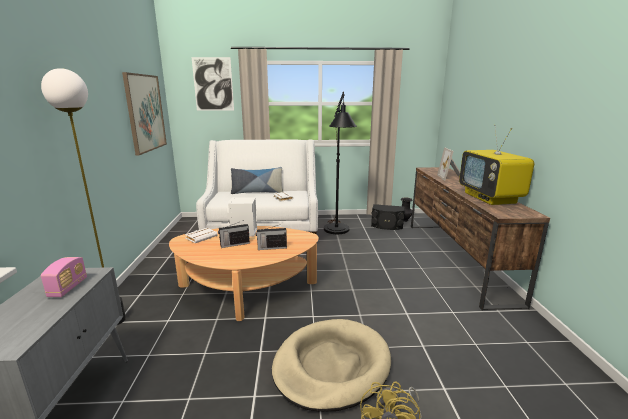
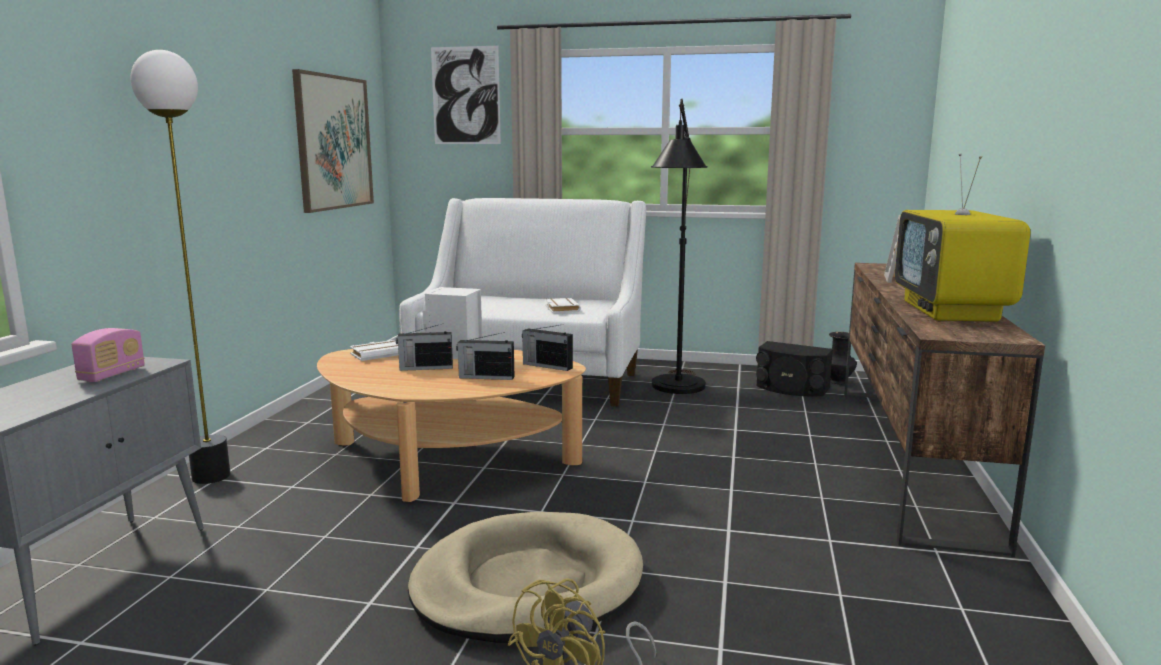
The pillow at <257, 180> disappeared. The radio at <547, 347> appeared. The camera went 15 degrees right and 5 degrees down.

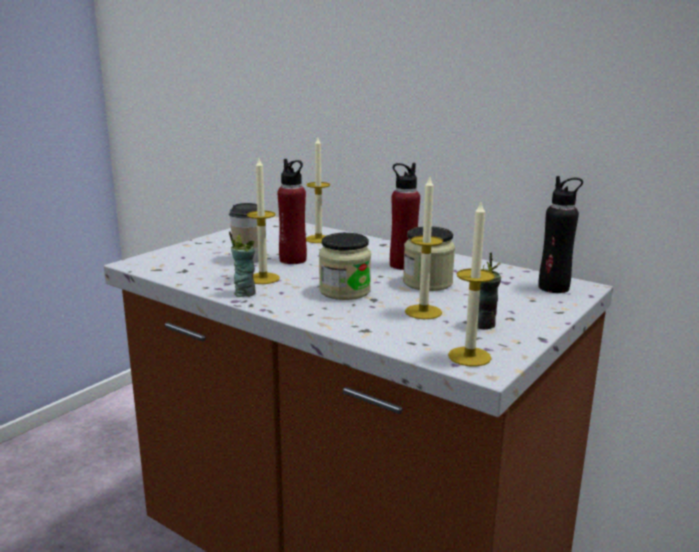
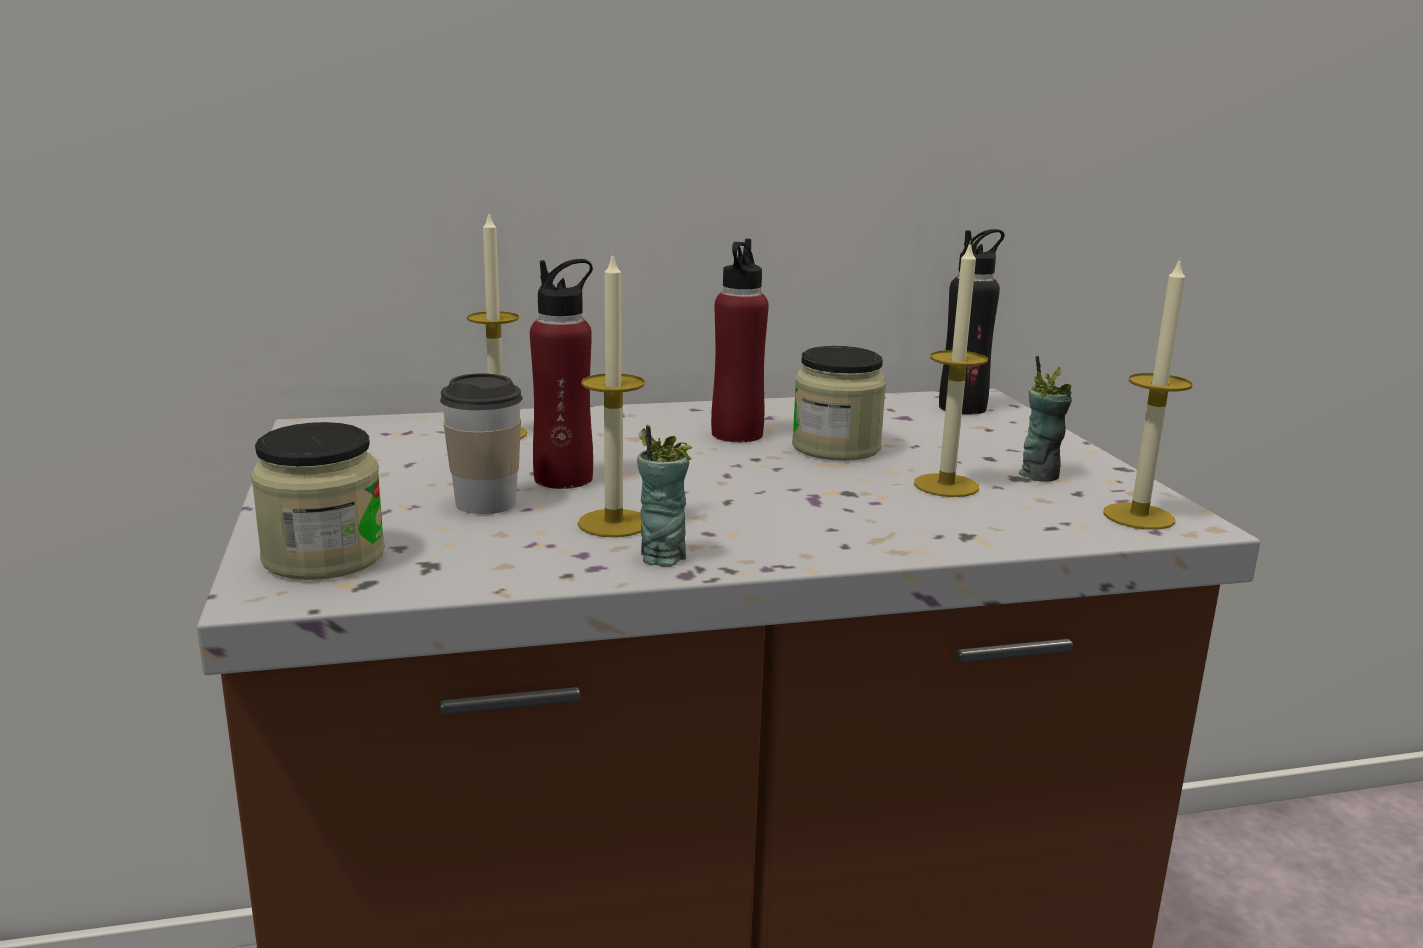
The jar moved from <345, 266> to <318, 501>. The camera went 50 degrees left and 0 degrees up.

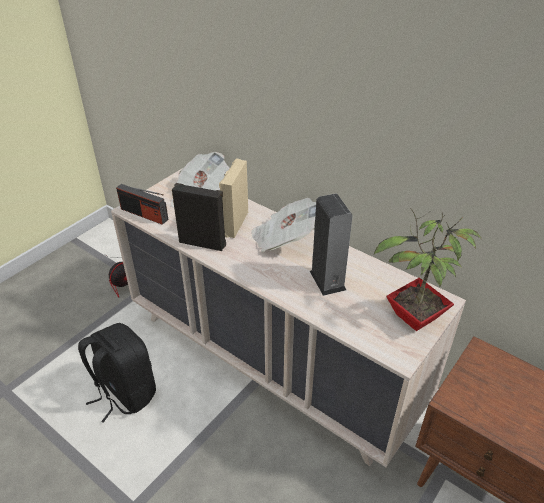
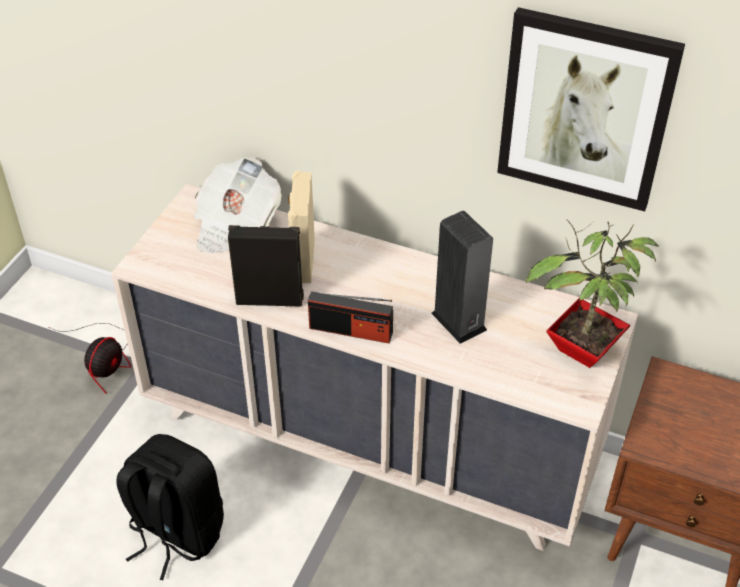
The radio moved from <142, 204> to <350, 317>. The newspaper at <283, 225> disappeared. The picture at <591, 109> appeared. The camera went 15 degrees left and 5 degrees up.

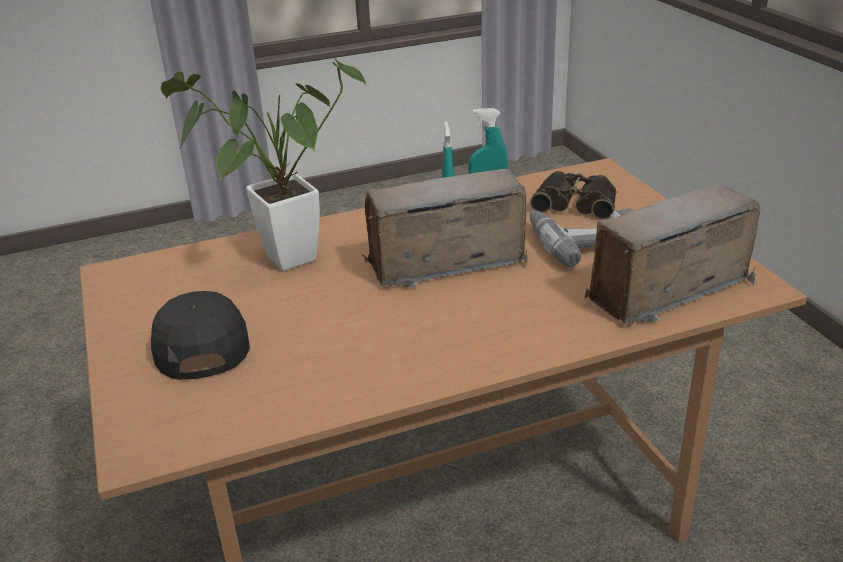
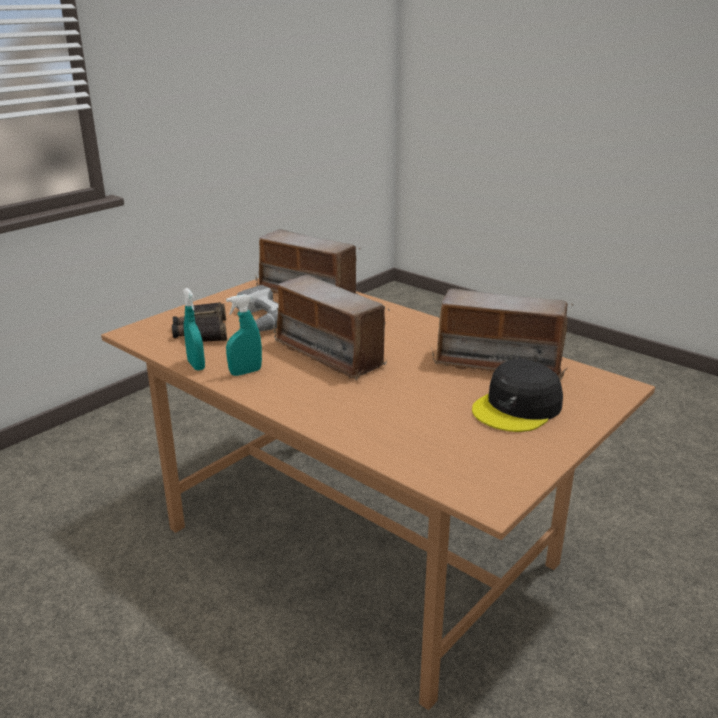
The potted_plant at <264, 164> disappeared. The radio at <502, 334> appeared. The camera went 120 degrees left and 5 degrees down.

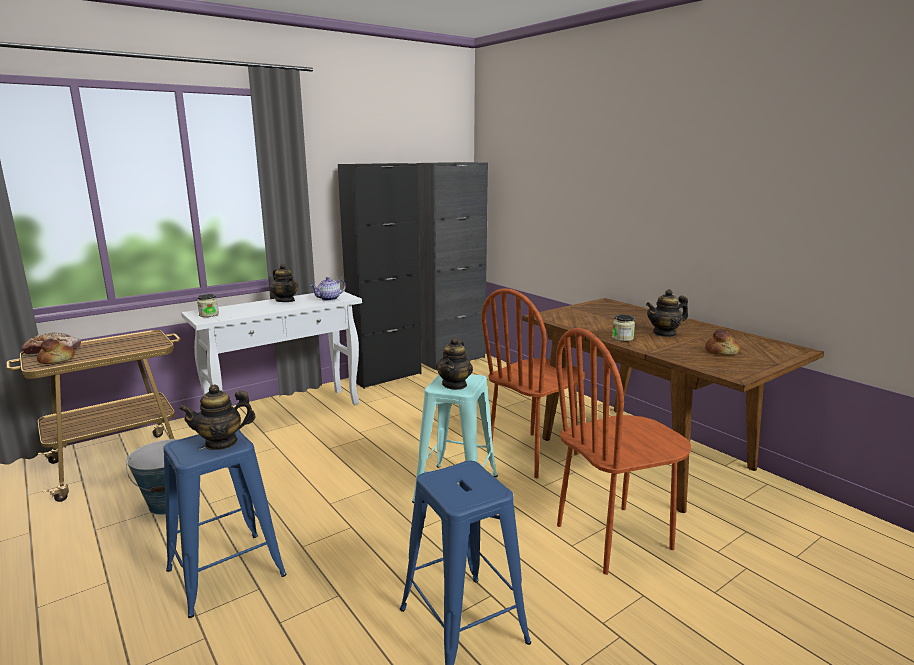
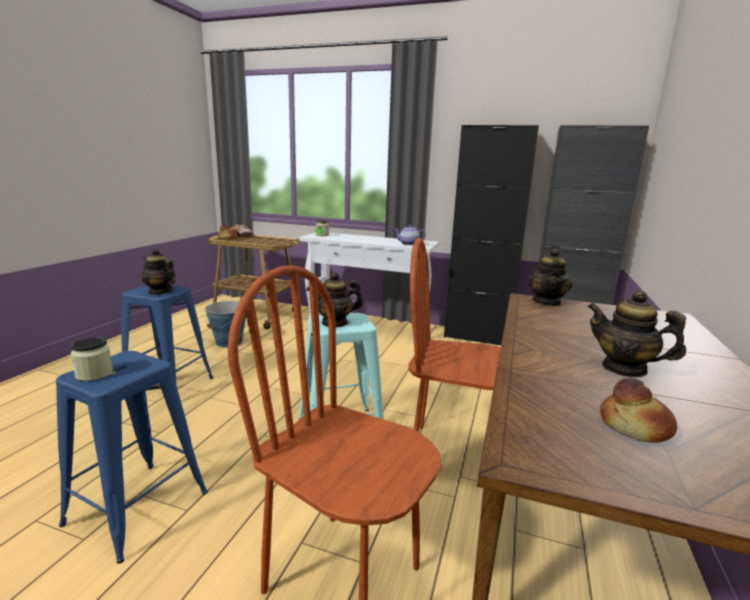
The teapot moved from <284, 283> to <550, 277>. The jar moved from <623, 327> to <92, 359>. The camera went 55 degrees right and 0 degrees up.

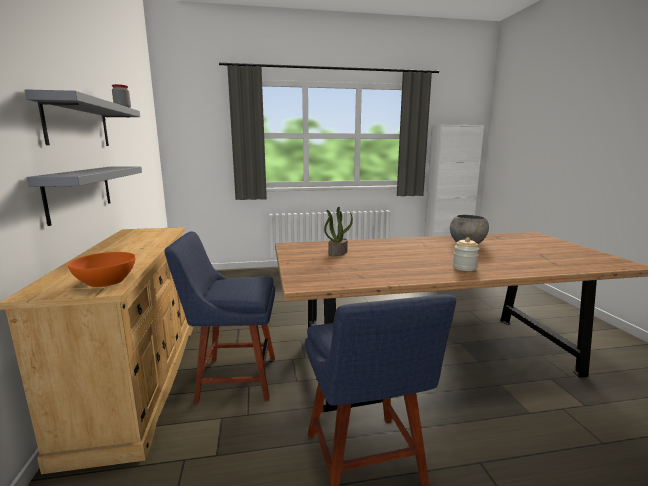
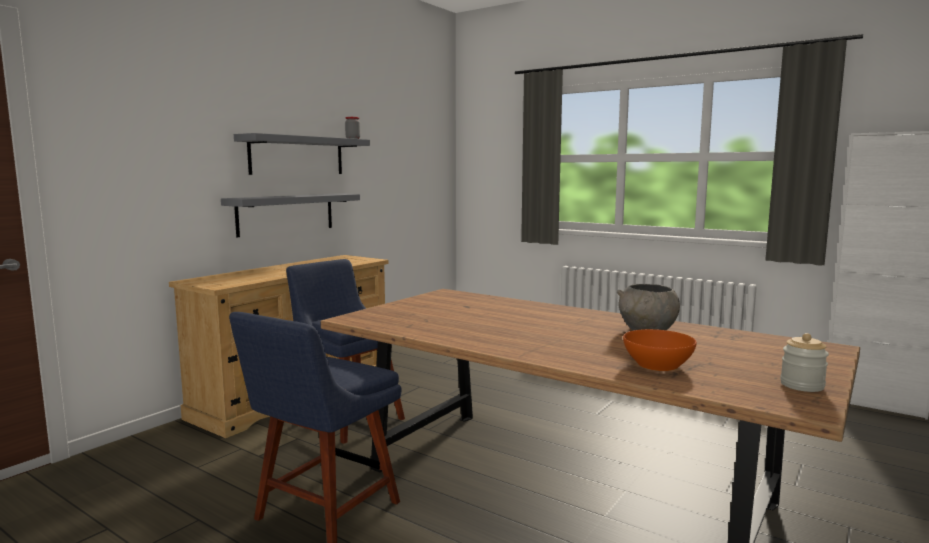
The potted_plant at <338, 231> disappeared. The jar moved from <466, 254> to <804, 362>. The orange_bowl moved from <102, 269> to <660, 350>. The camera went 45 degrees right and 5 degrees down.

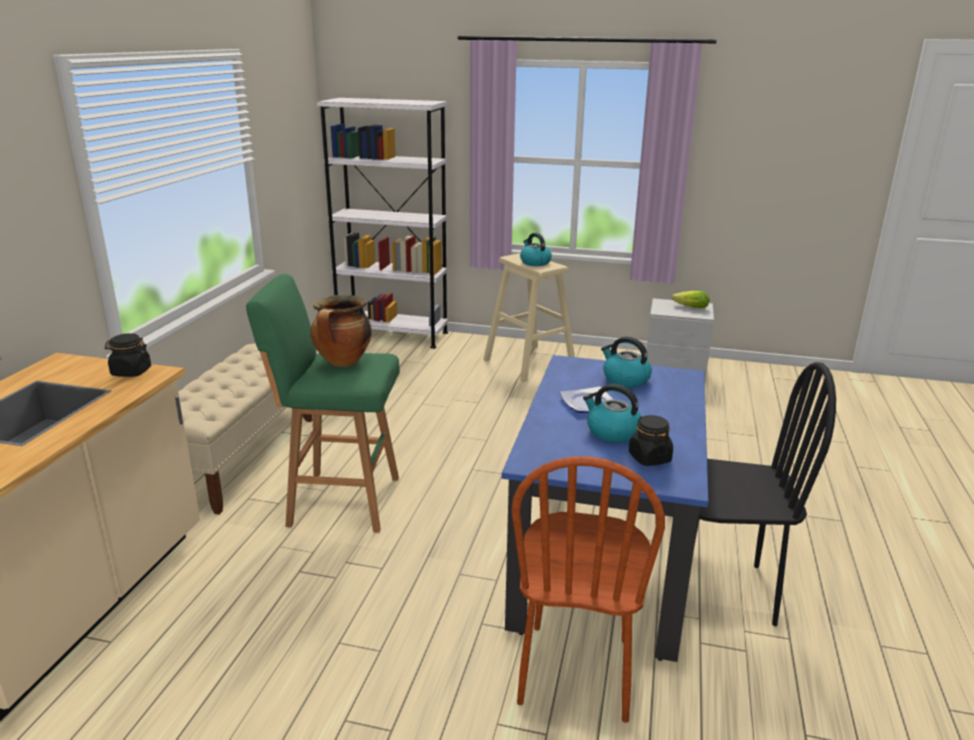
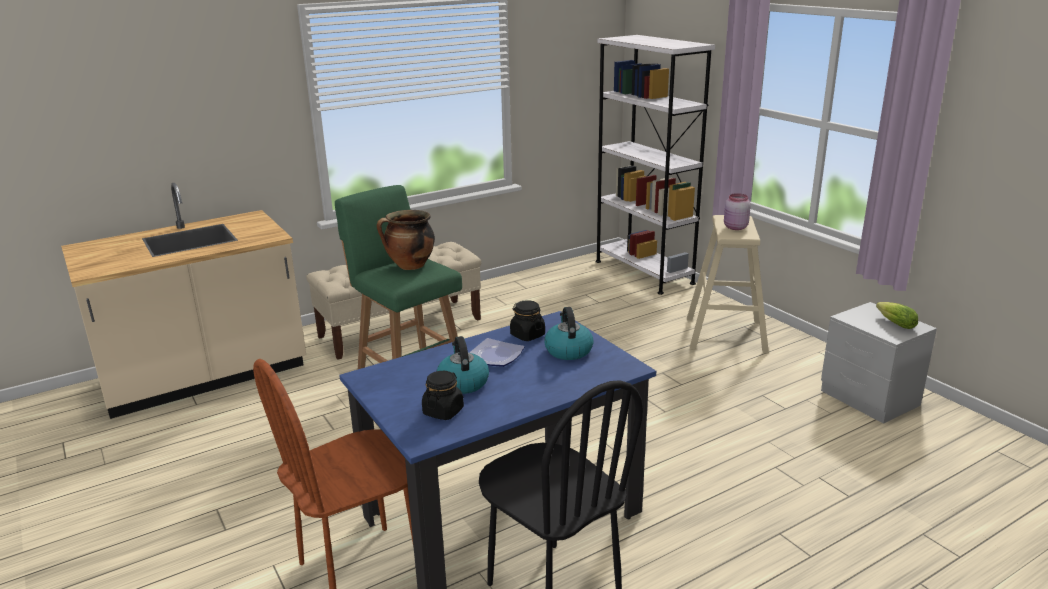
The kettle at <536, 249> was replaced by the pink_jar at <737, 211>. The black_jar moved from <128, 355> to <527, 320>. The camera went 45 degrees right and 0 degrees up.

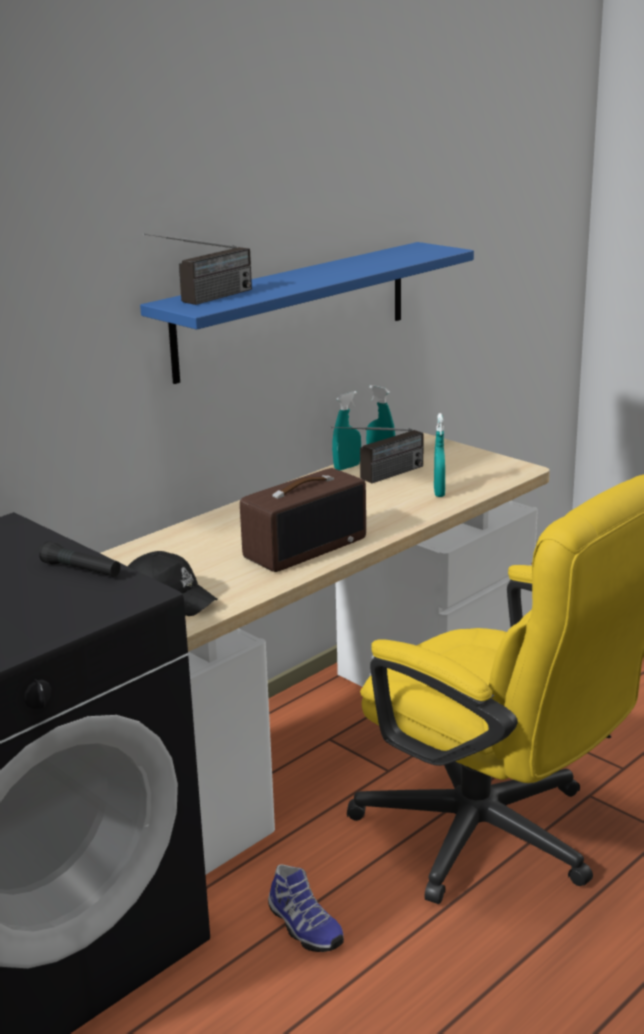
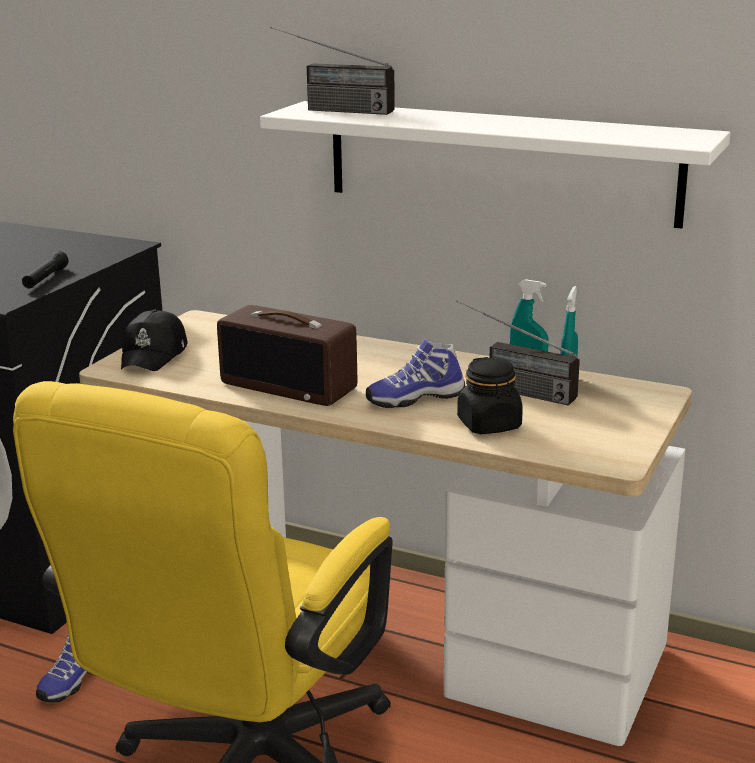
The blue_shelf at <307, 313> became the white_shelf at <495, 165>. The turquoise_spray_bottle at <439, 455> was replaced by the black_jar at <490, 395>. The shoe at <415, 374> appeared. The camera went 70 degrees right and 0 degrees up.

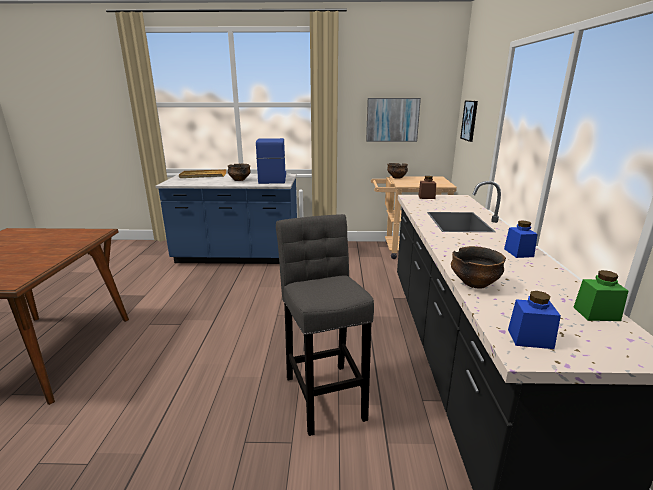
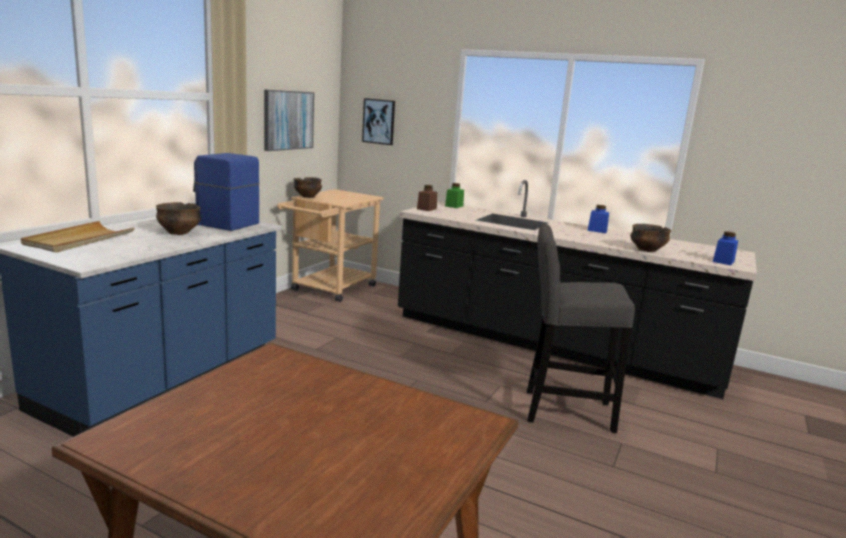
The green_jar moved from <601, 295> to <454, 195>. The camera went 65 degrees left and 5 degrees down.

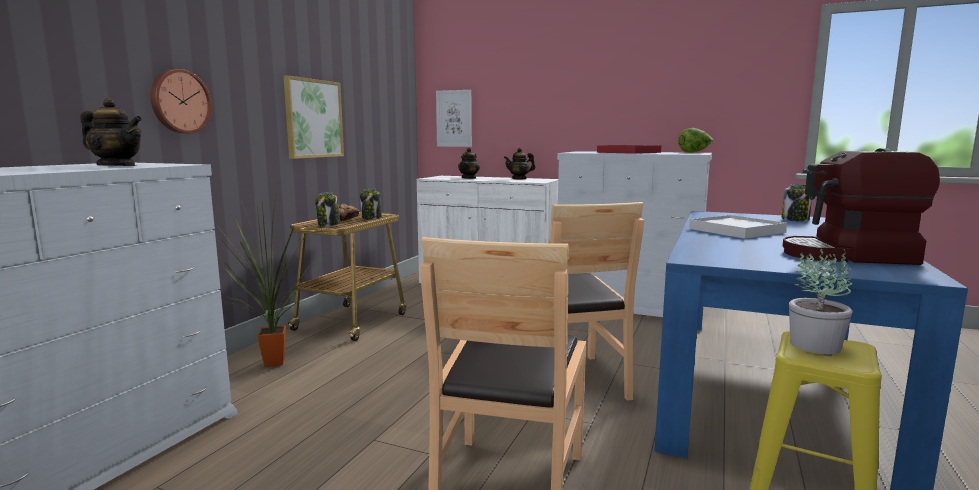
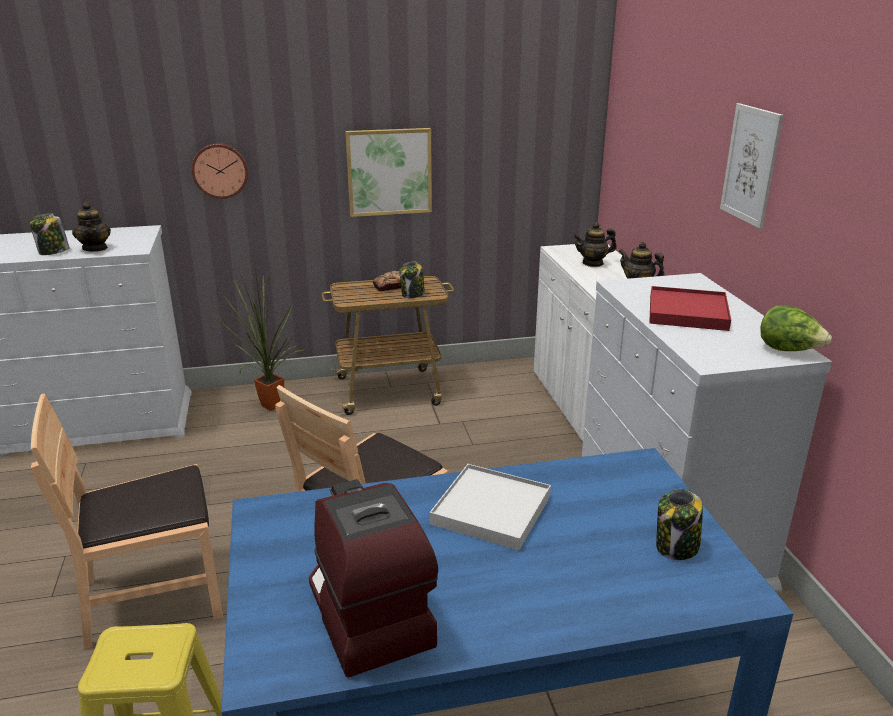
The picture moved from <454, 118> to <751, 166>. The jar moved from <328, 209> to <49, 234>. The potted_plant at <821, 301> disappeared. The camera went 55 degrees right and 15 degrees up.

